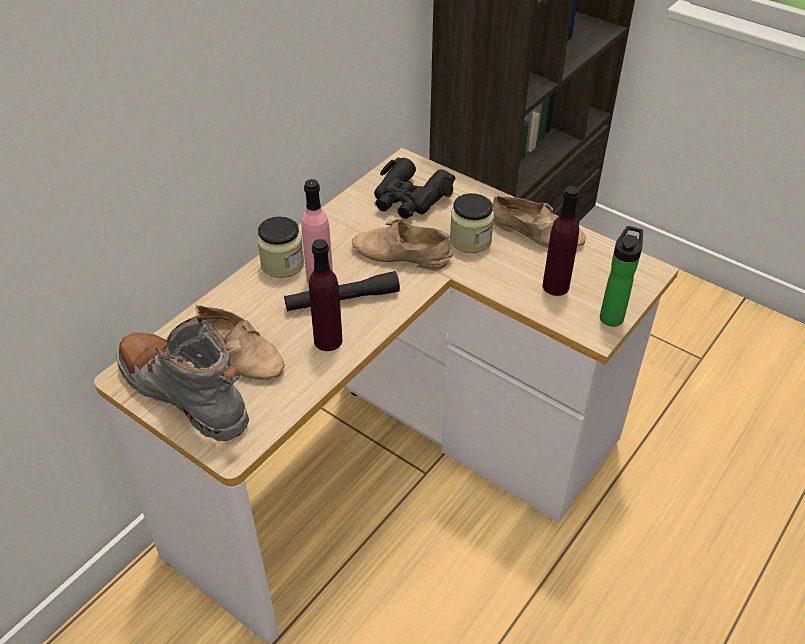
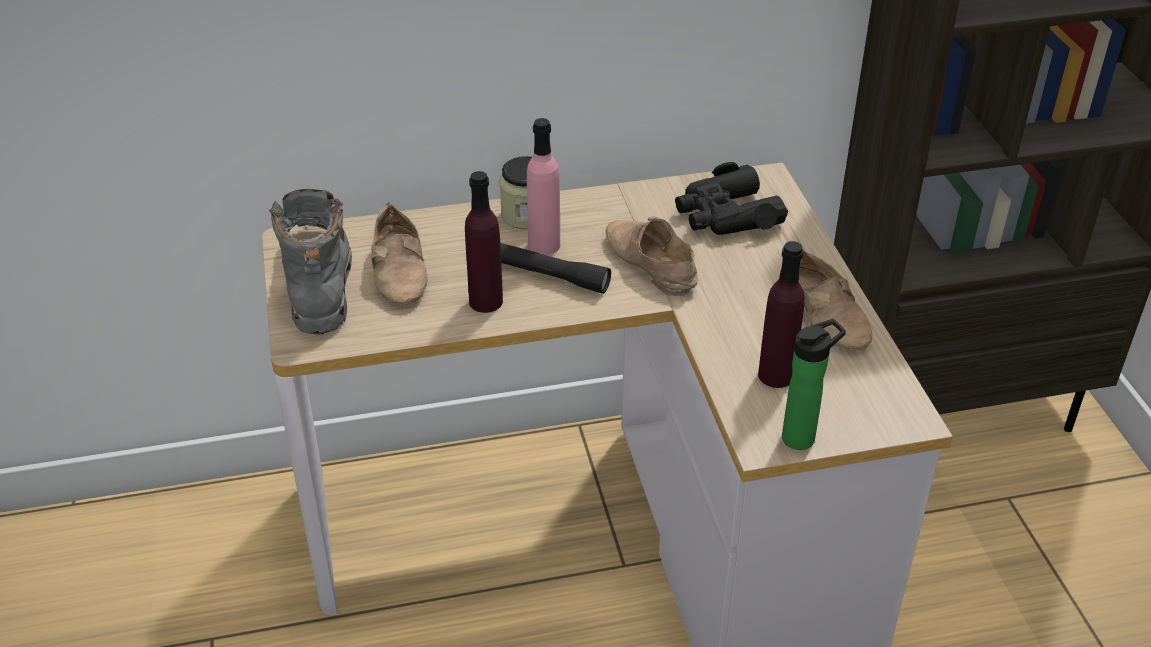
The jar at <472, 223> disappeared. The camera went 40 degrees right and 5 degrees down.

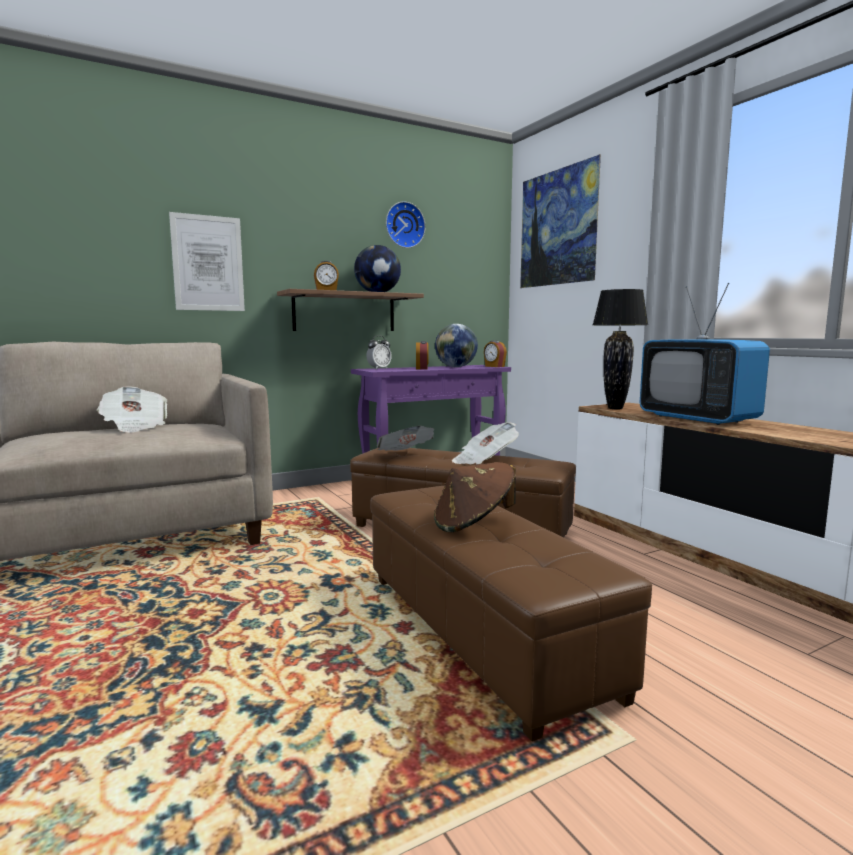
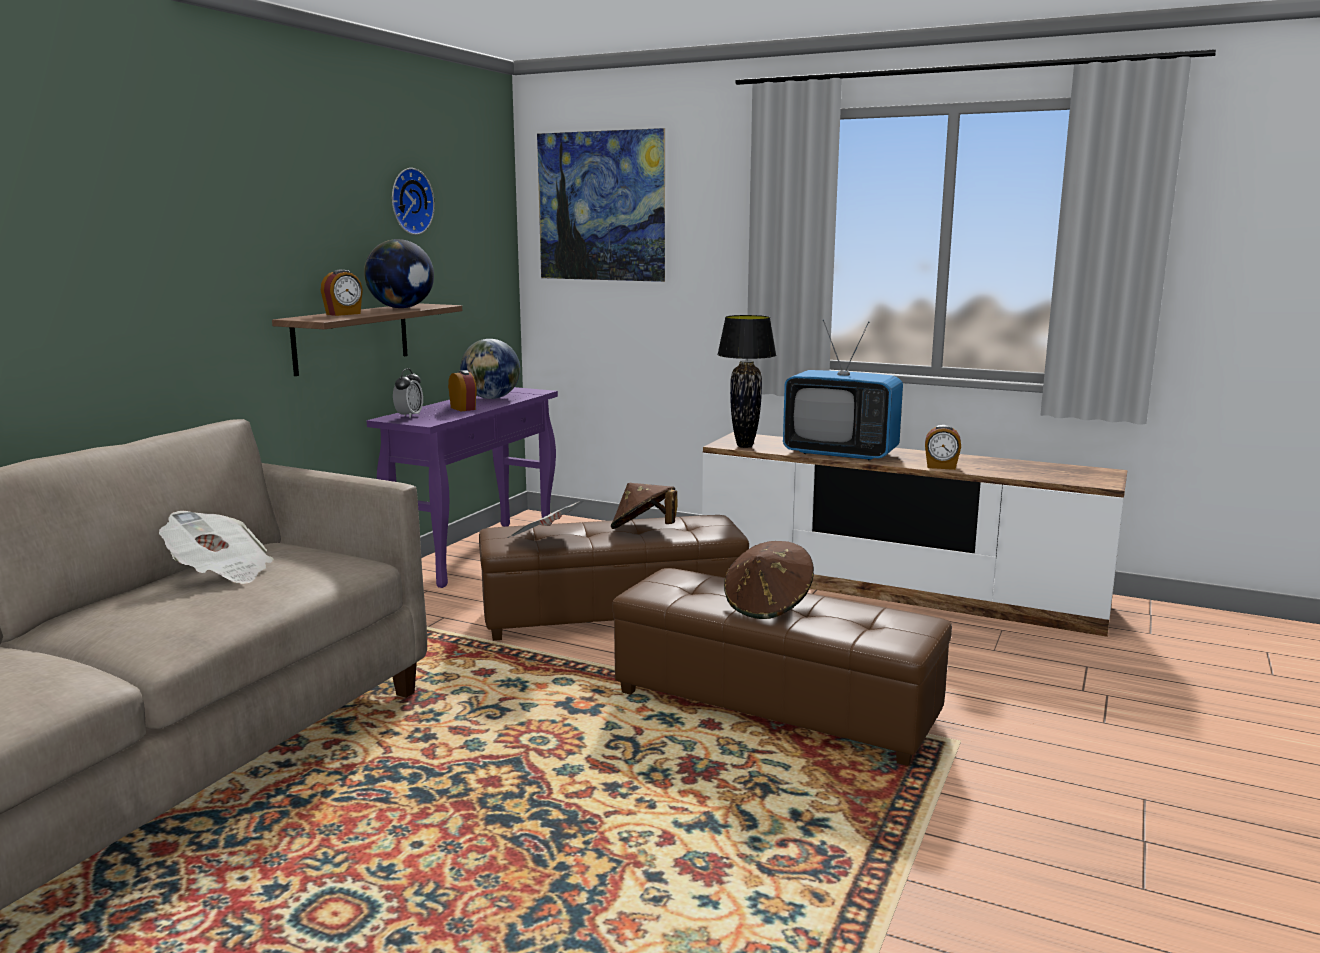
The picture at <207, 261> disappeared. The alarm_clock moved from <495, 353> to <943, 447>. The newspaper at <485, 443> was replaced by the brown_hat at <644, 506>. The camera went 35 degrees left and 5 degrees up.

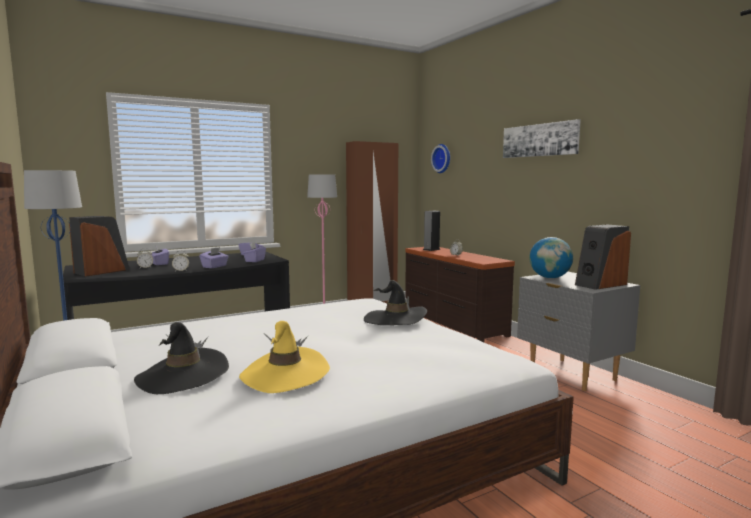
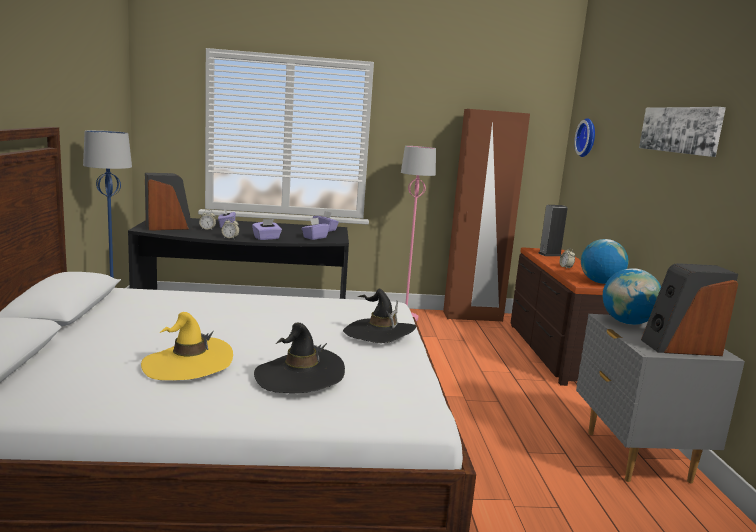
The black_hat moved from <181, 358> to <299, 358>. The globe at <604, 261> appeared. The camera went 25 degrees right and 5 degrees up.

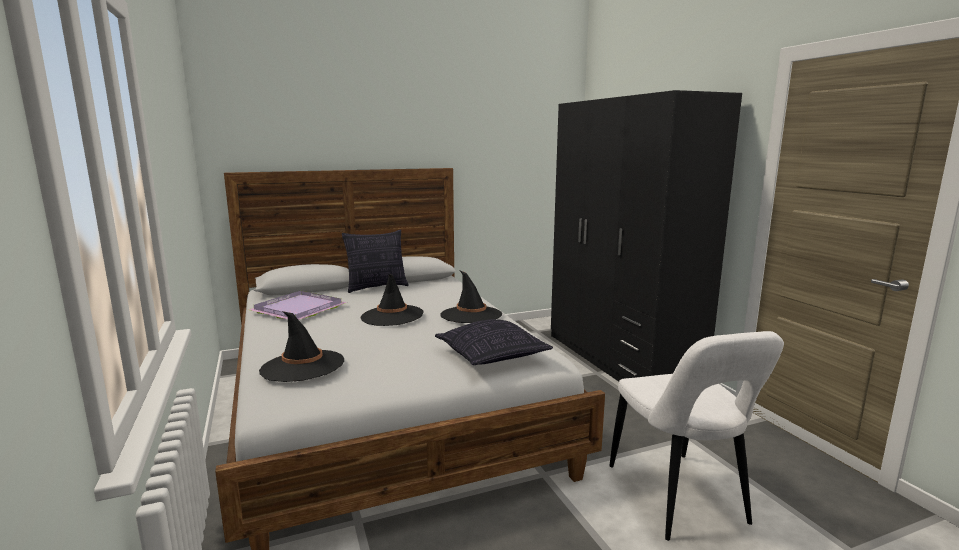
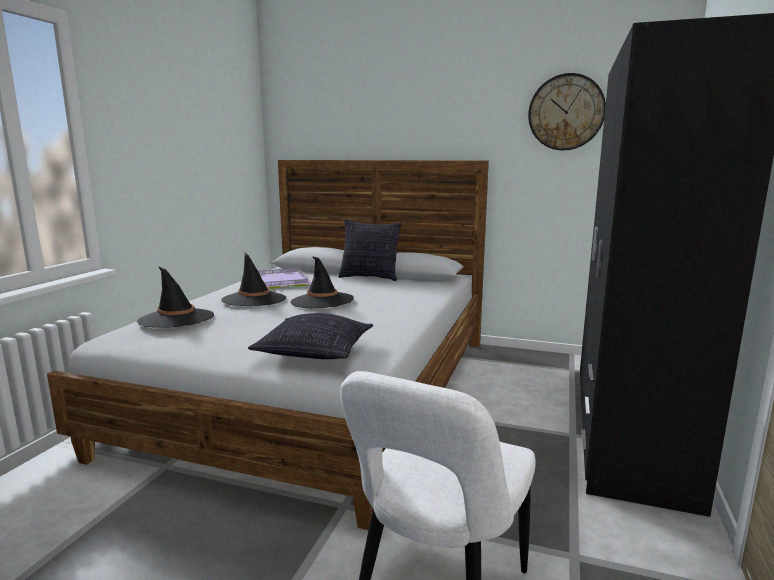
The black_hat moved from <471, 297> to <253, 279>. The wall_clock at <567, 112> appeared. The camera went 40 degrees right and 0 degrees up.

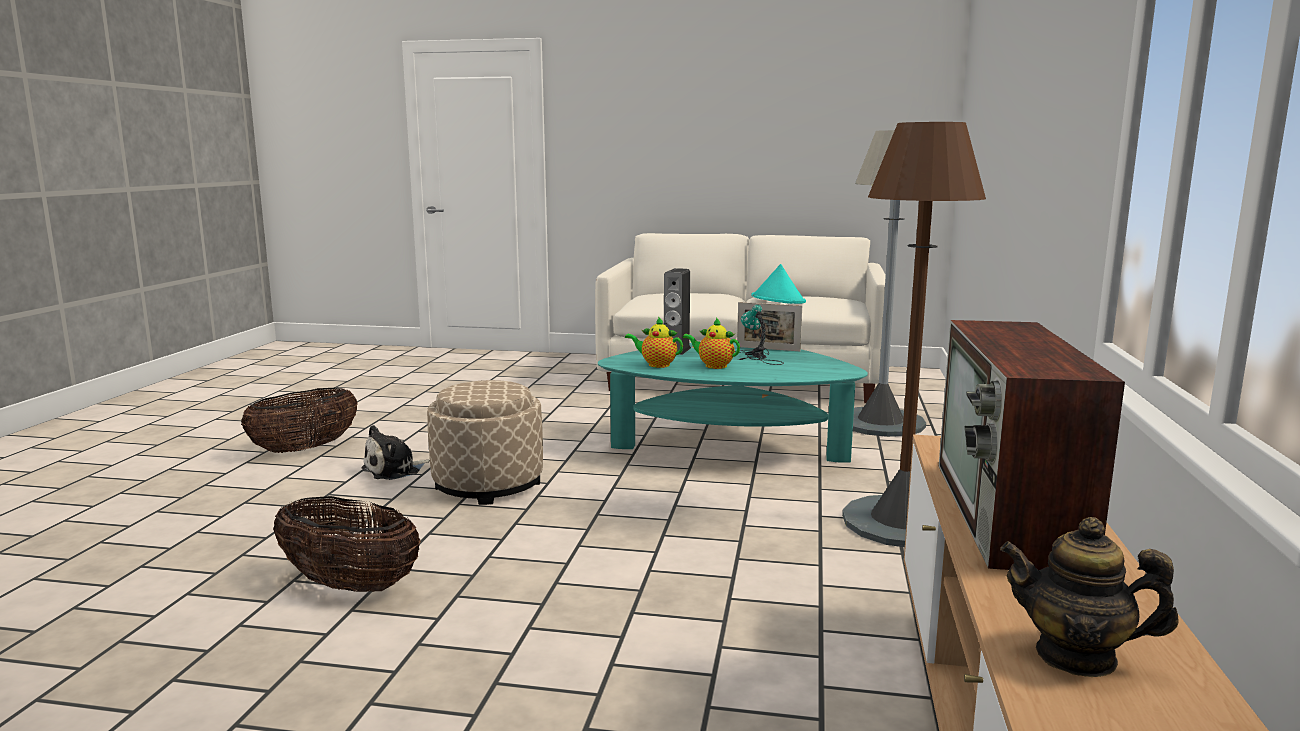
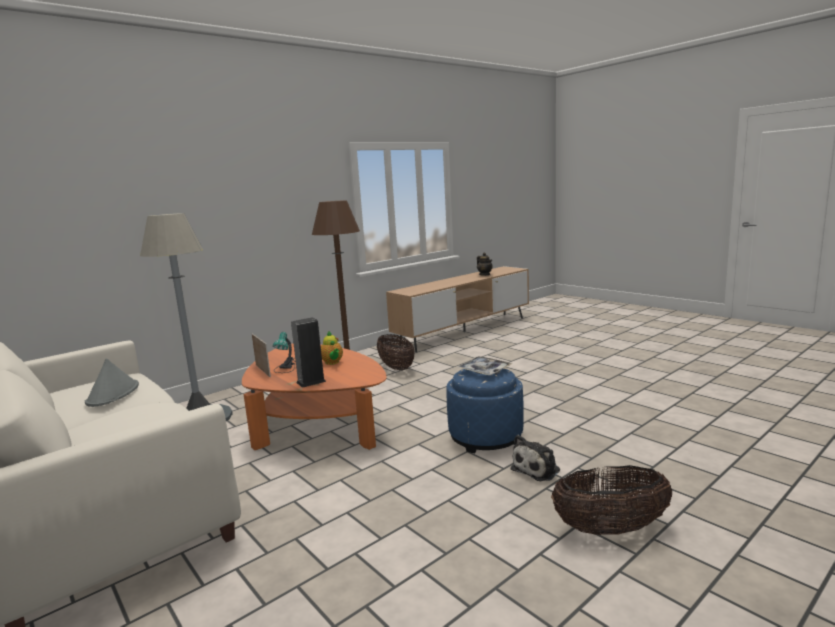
The turquoise_hat at <778, 284> became the grey_hat at <112, 382>. The teapot at <654, 342> disappeared. The television at <1032, 445> disappeared. The turquoise_coffee_table at <733, 402> became the orange_coffee_table at <314, 396>. The beige_ottoman at <485, 442> became the blue_ottoman at <485, 410>. The plush_toy at <395, 452> turned 135 degrees clockwise. The basket moved from <347, 544> to <395, 352>. The tray at <485, 366> appeared. The camera went 140 degrees left and 0 degrees up.

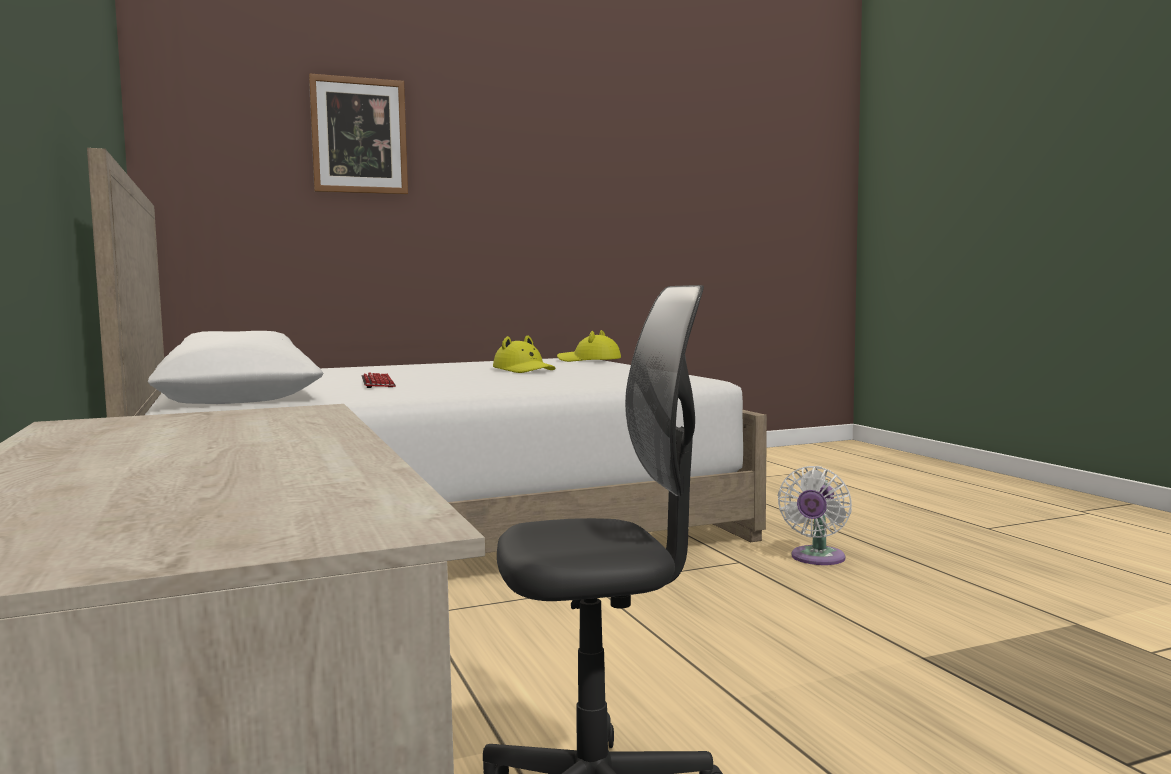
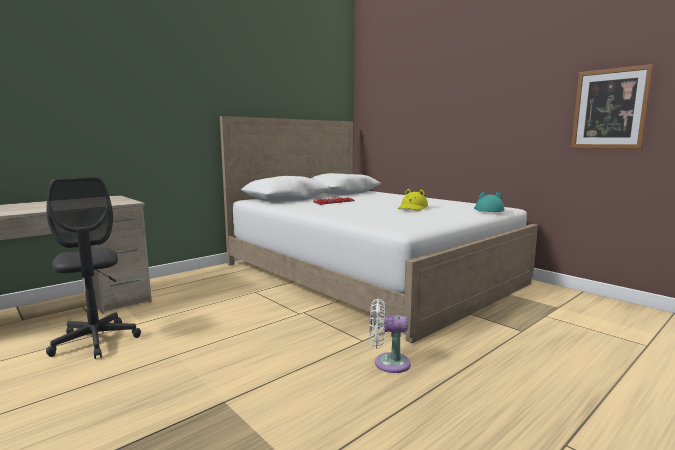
The picture moved from <358, 133> to <612, 106>. The yellow_hat at <589, 346> became the turquoise_hat at <489, 202>. The camera went 70 degrees right and 5 degrees up.

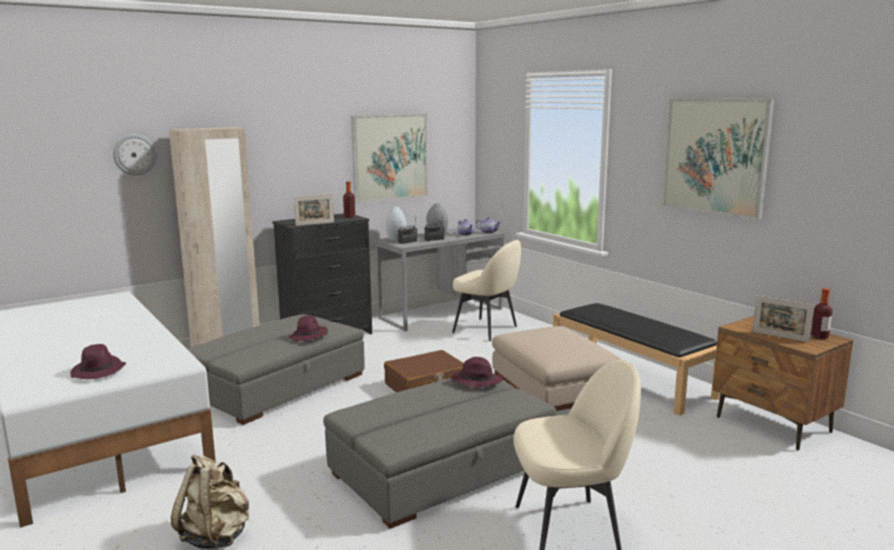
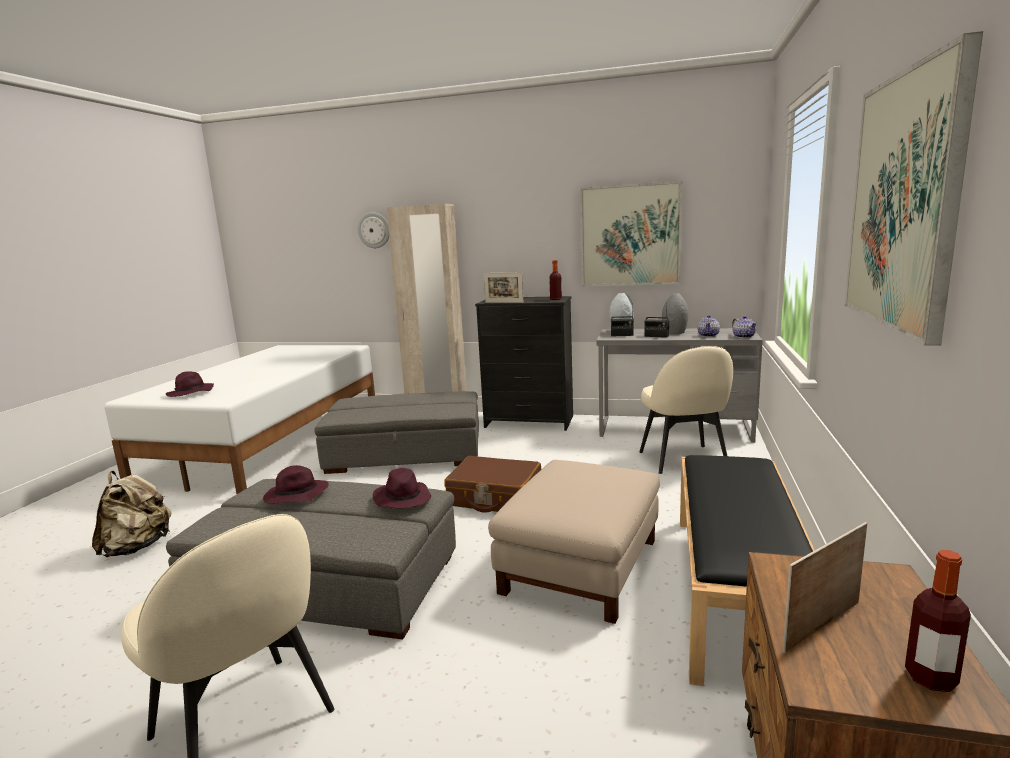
The picture_frame at <783, 319> turned 60 degrees clockwise. The purple_hat moved from <308, 328> to <296, 484>. The camera went 50 degrees right and 0 degrees up.

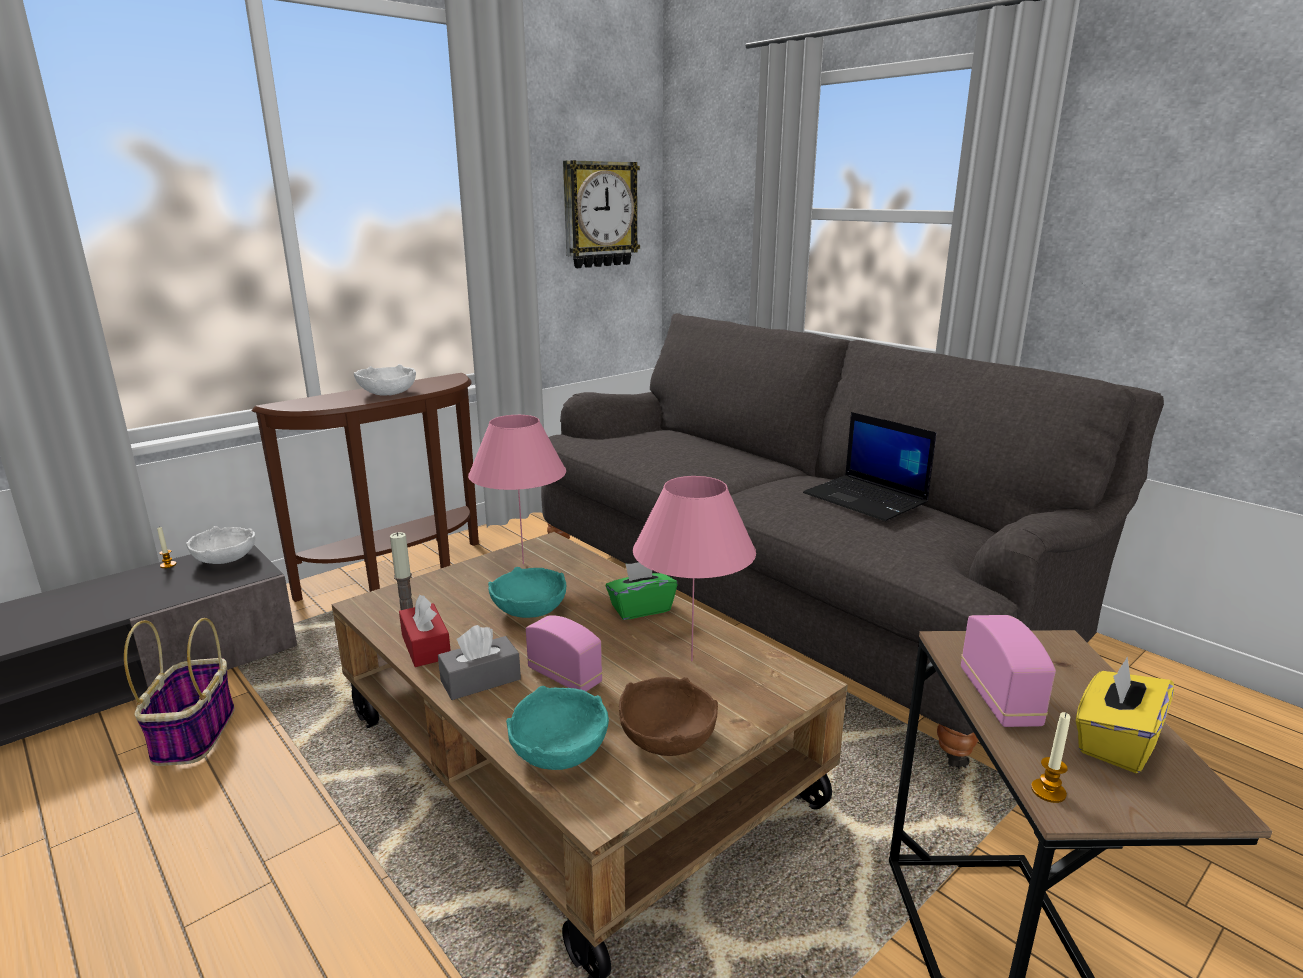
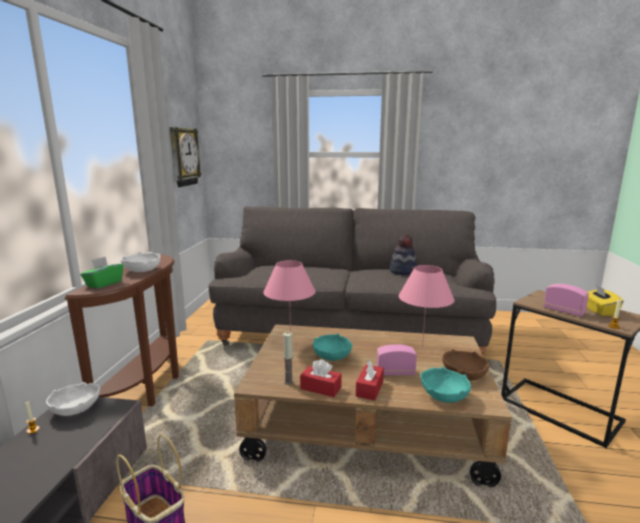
The laptop at <869, 466> was replaced by the hat at <403, 254>. The green_tissue_box moved from <642, 591> to <102, 273>. The grey_tissue_box at <479, 662> became the red_tissue_box at <370, 380>. The camera went 40 degrees left and 5 degrees down.

